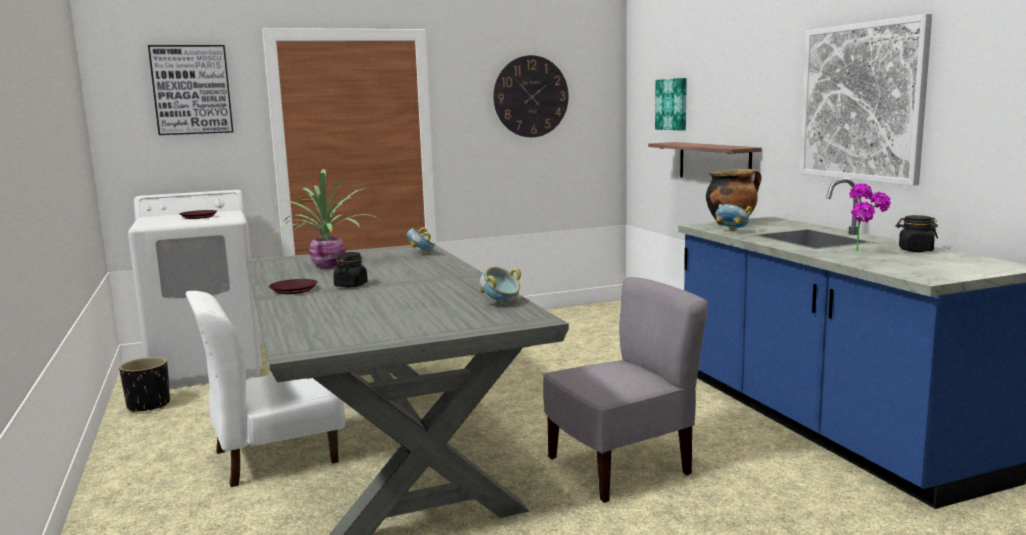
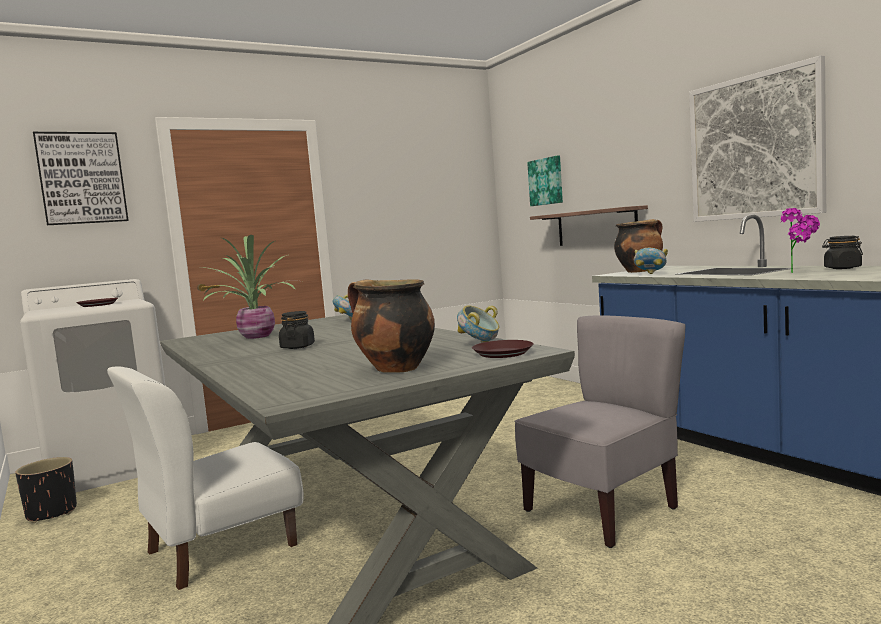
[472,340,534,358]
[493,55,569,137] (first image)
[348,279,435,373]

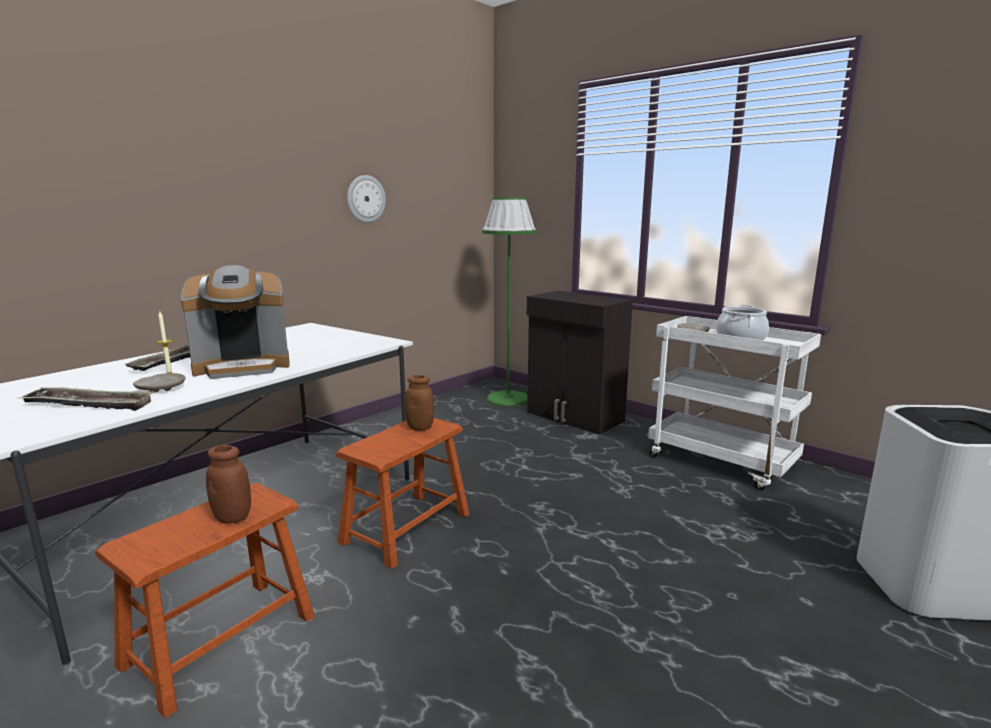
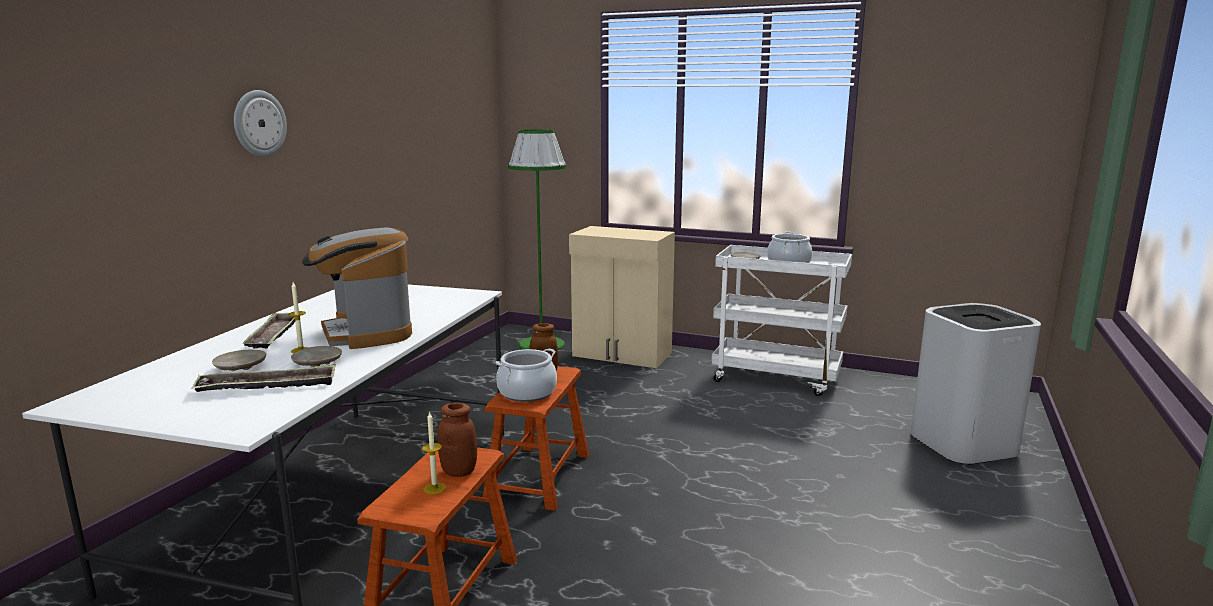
[302,227,412,349]
[234,90,287,157]
[569,226,675,368]
[212,350,266,371]
[422,411,446,494]
[495,349,557,402]

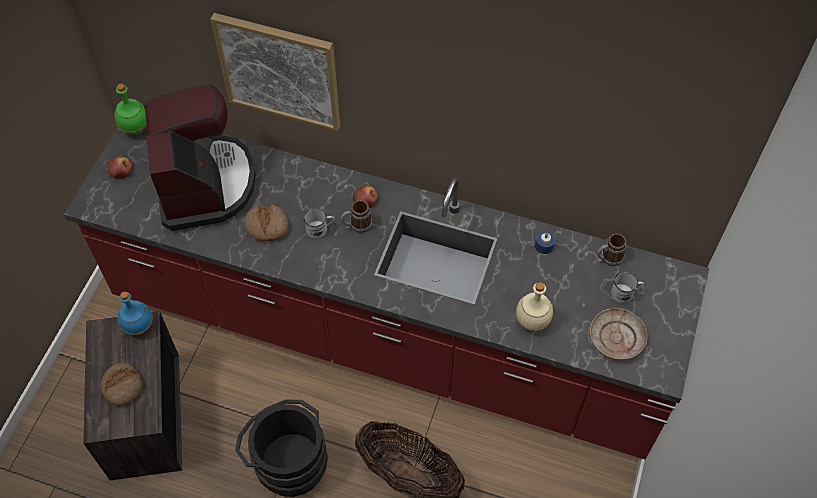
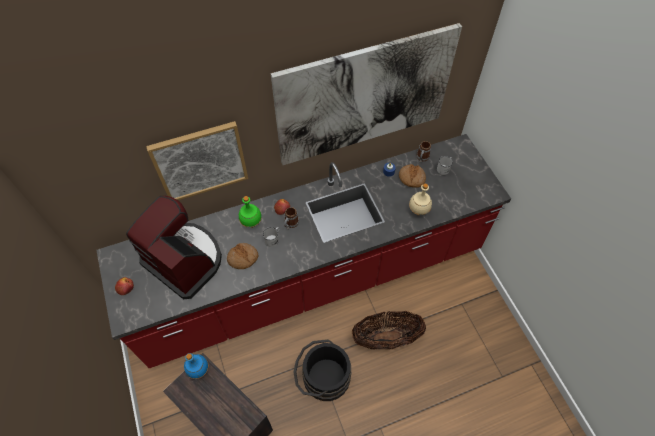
[399,164,426,188]
[239,196,262,228]
[590,308,648,360] (first image)
[271,23,462,165]

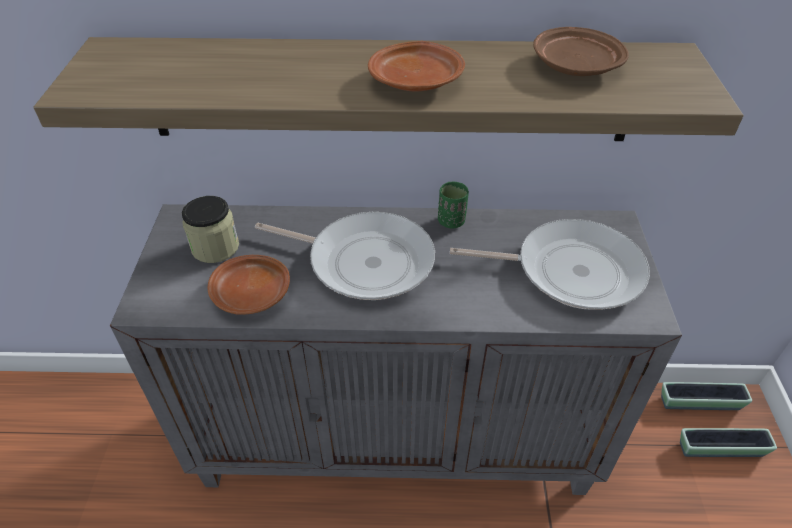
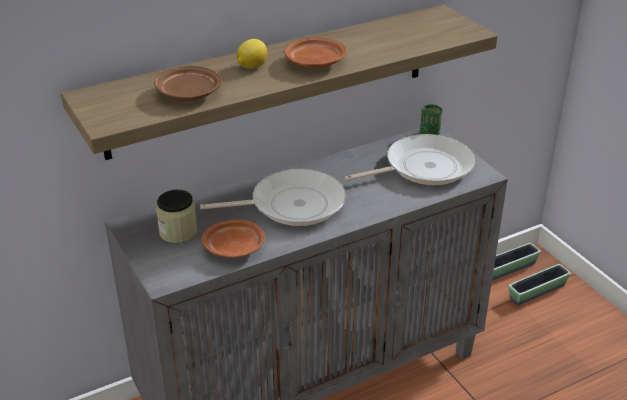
[420,104,442,135]
[154,66,222,101]
[237,39,267,69]

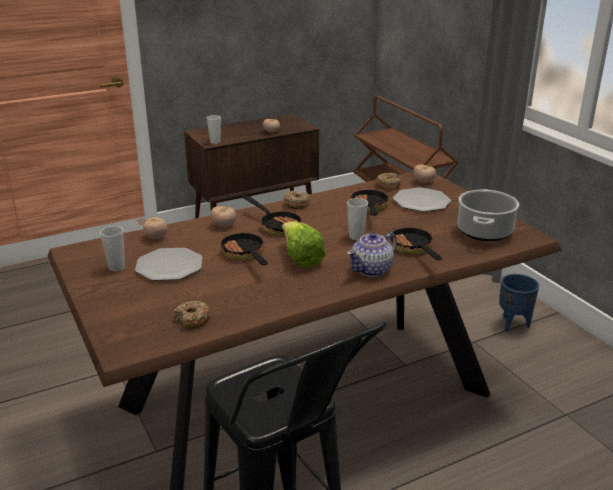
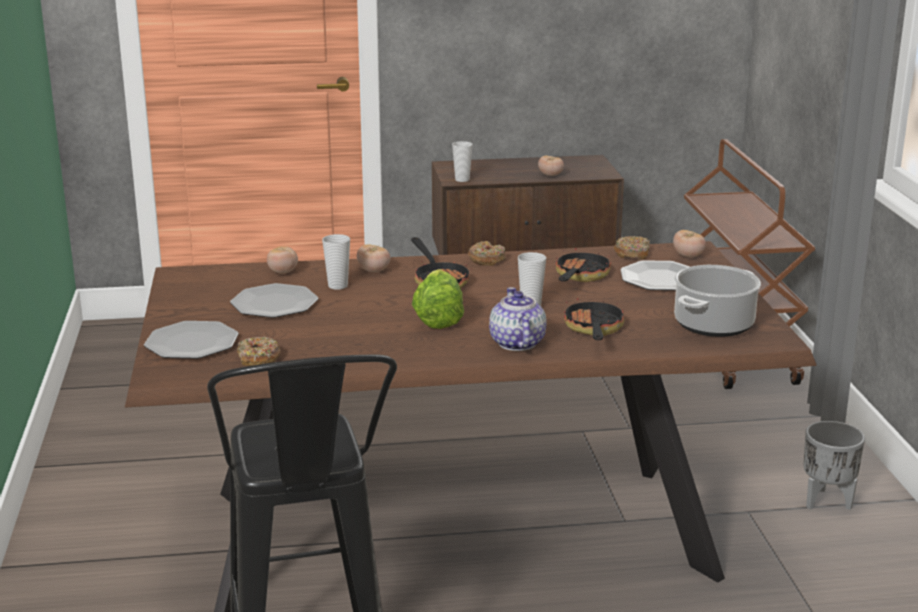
[322,234,350,290]
[219,232,268,265] (first image)
[489,287,546,351]
[804,421,865,510]
[144,321,239,359]

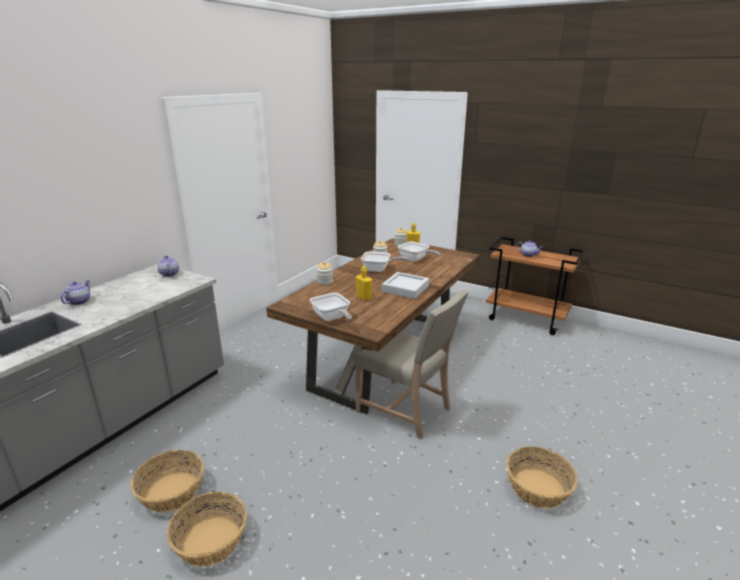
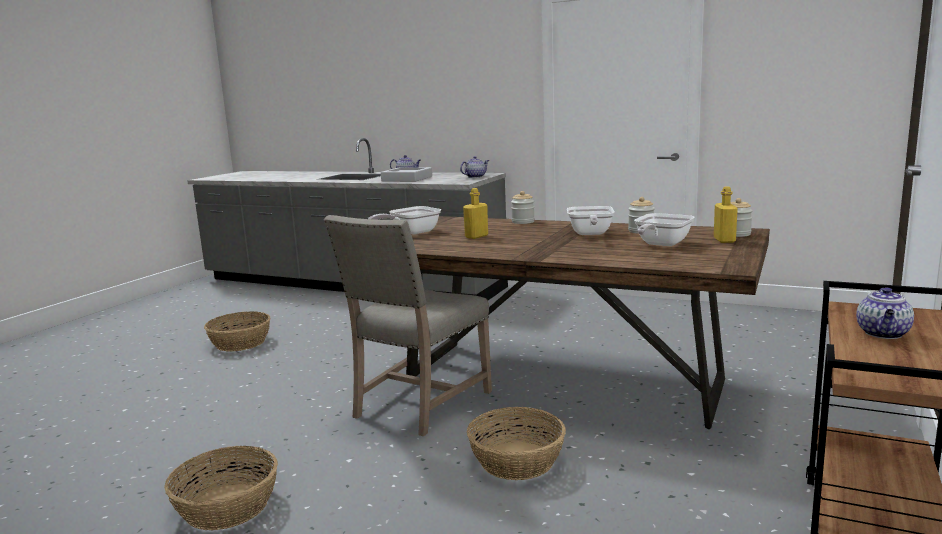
[467,407,566,480]
[381,167,432,182]

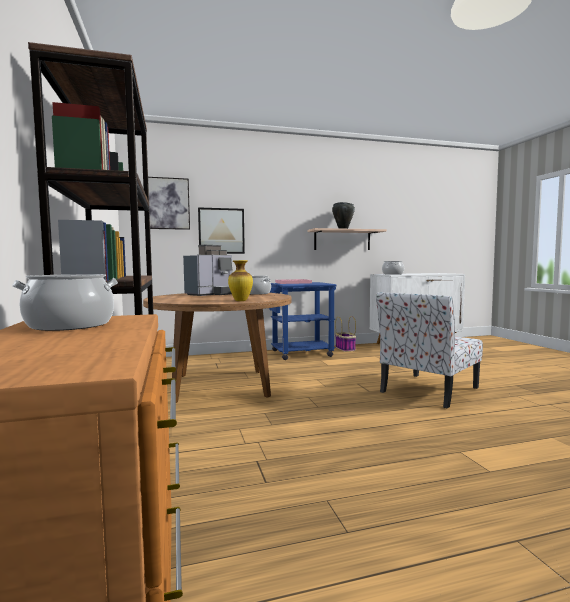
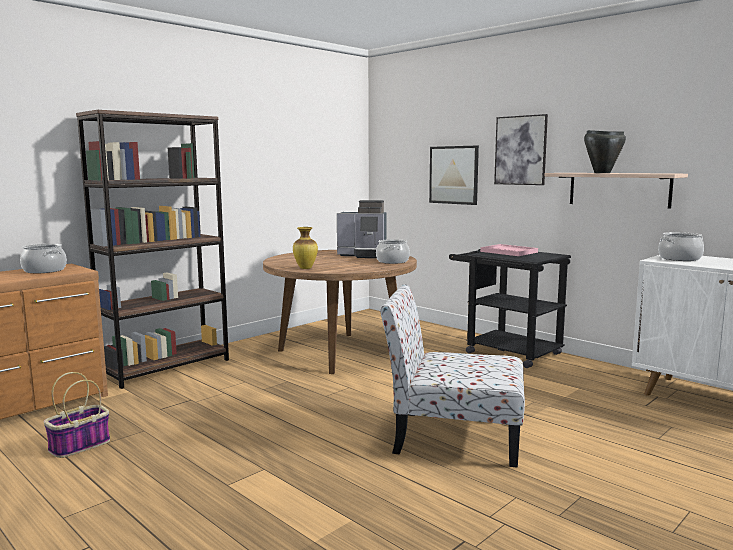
[494,114,548,185]
[449,249,571,368]
[44,372,110,458]

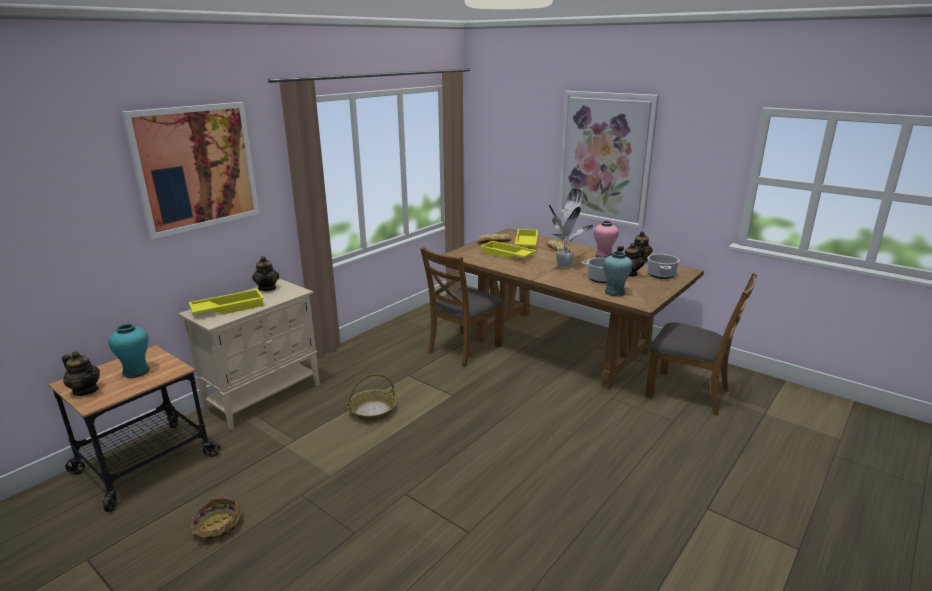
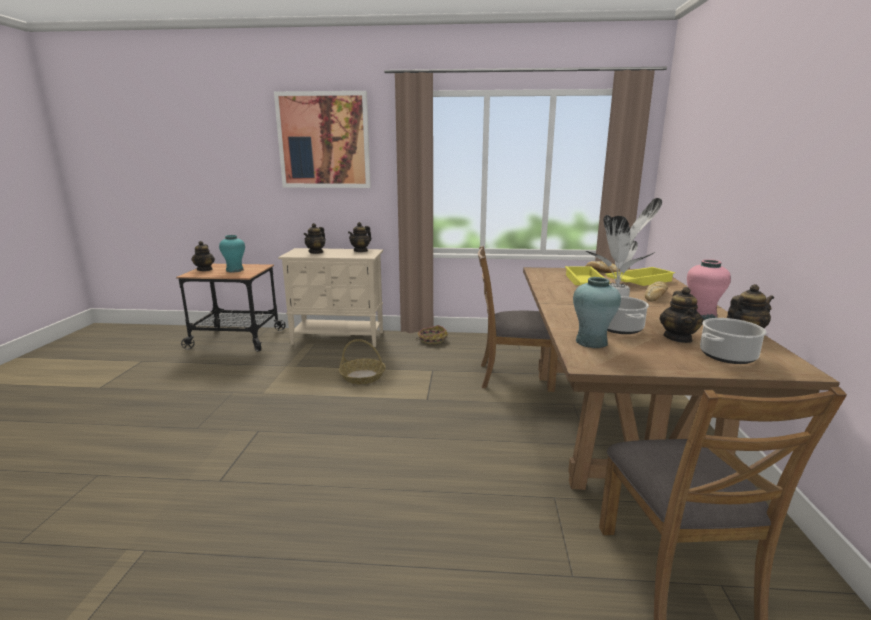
[304,223,326,254]
[415,325,448,344]
[558,91,659,229] (first image)

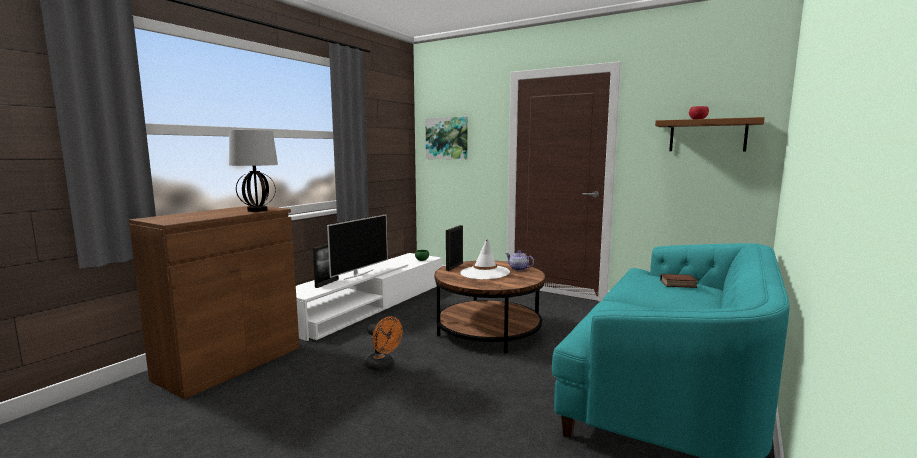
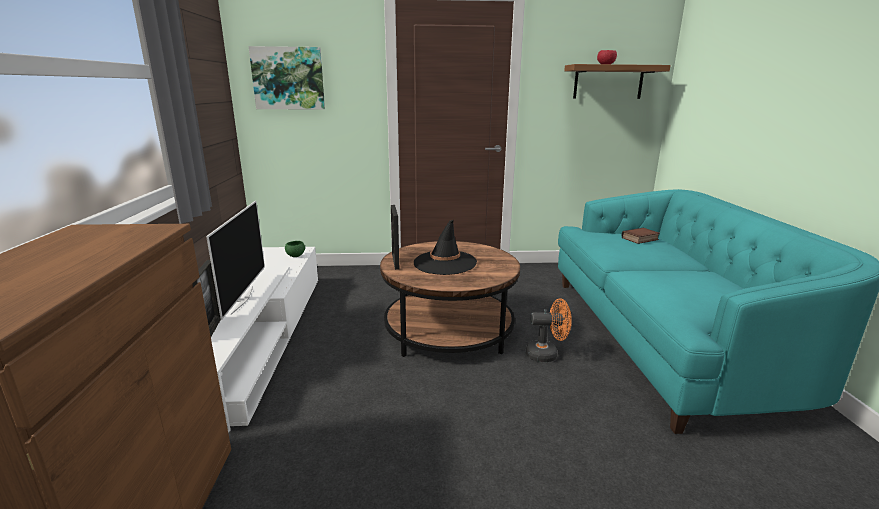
[229,130,278,212] (first image)
[526,298,572,362]
[414,220,477,275]
[505,250,534,271] (first image)

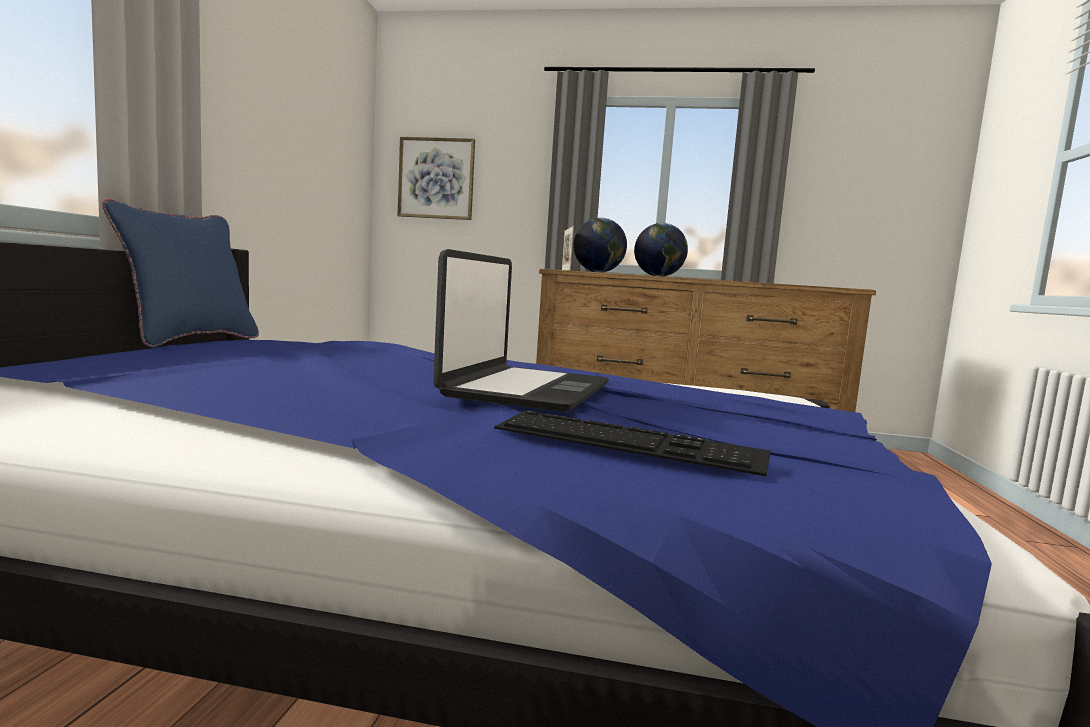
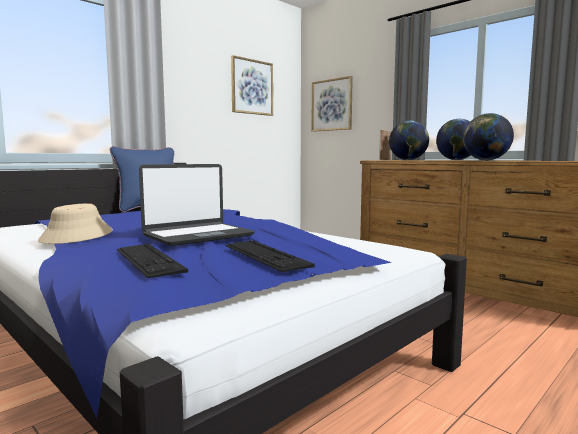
[38,204,113,244]
[225,240,315,272]
[231,55,273,116]
[463,113,514,161]

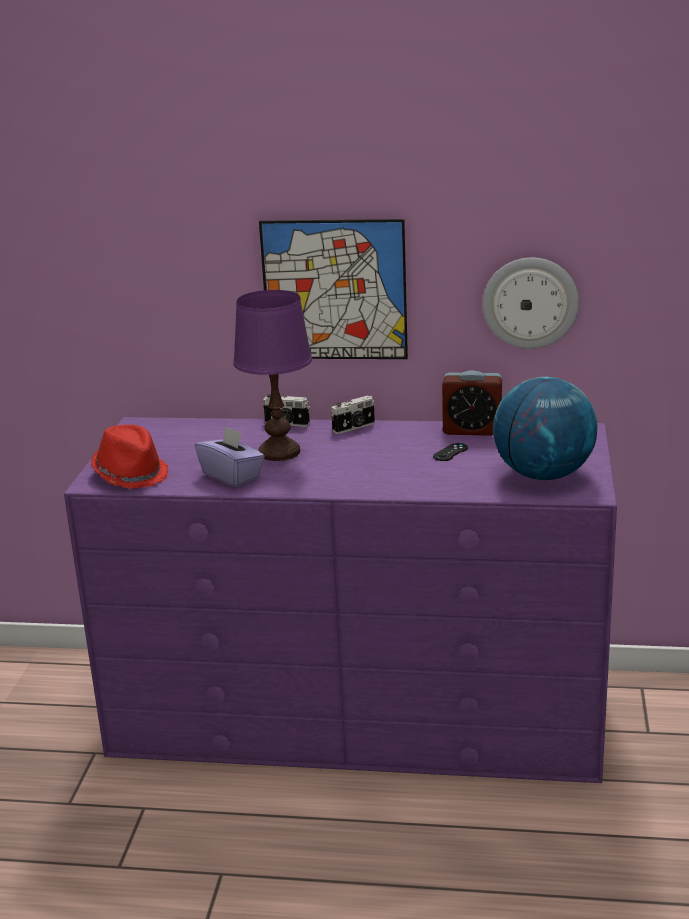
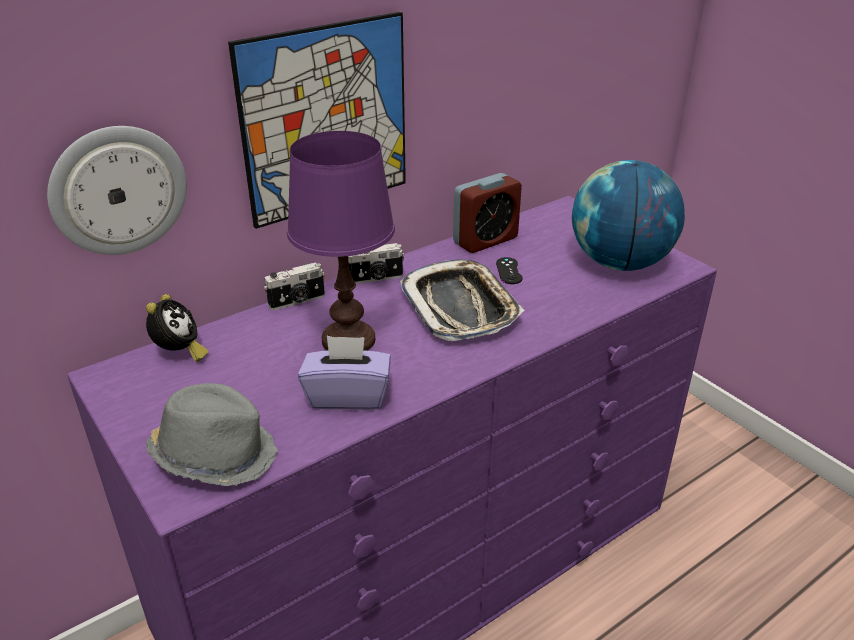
[146,383,278,486]
[348,243,404,284]
[47,126,187,255]
[146,294,208,362]
[400,259,524,341]

